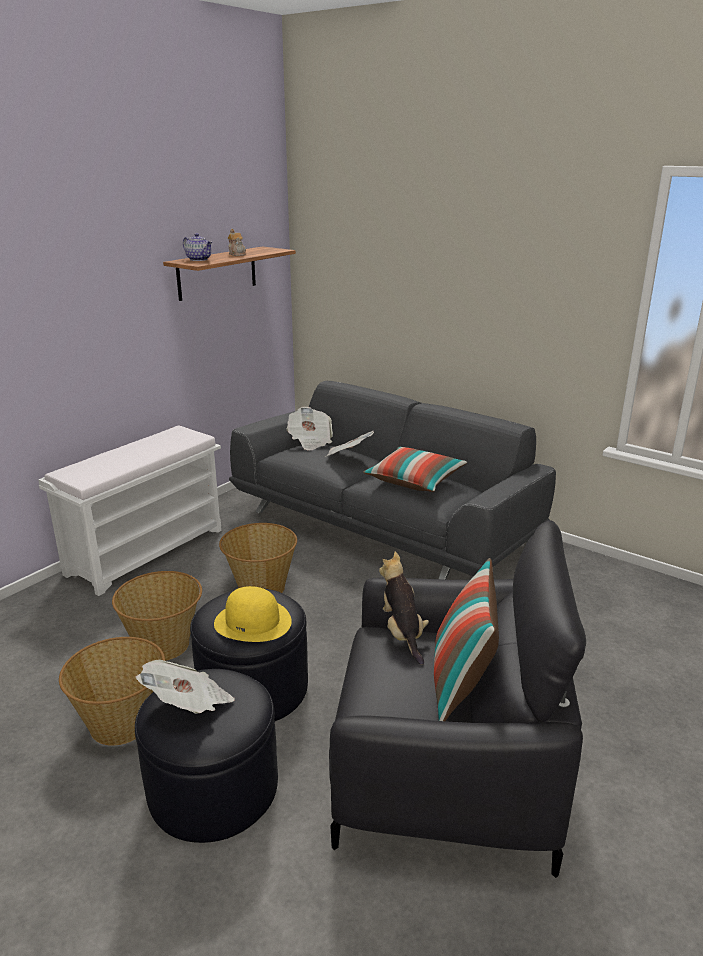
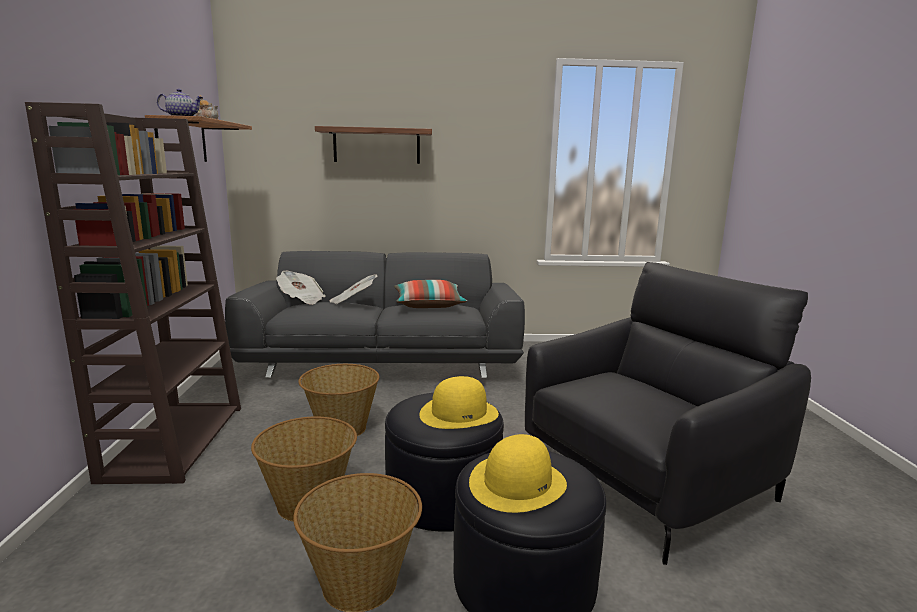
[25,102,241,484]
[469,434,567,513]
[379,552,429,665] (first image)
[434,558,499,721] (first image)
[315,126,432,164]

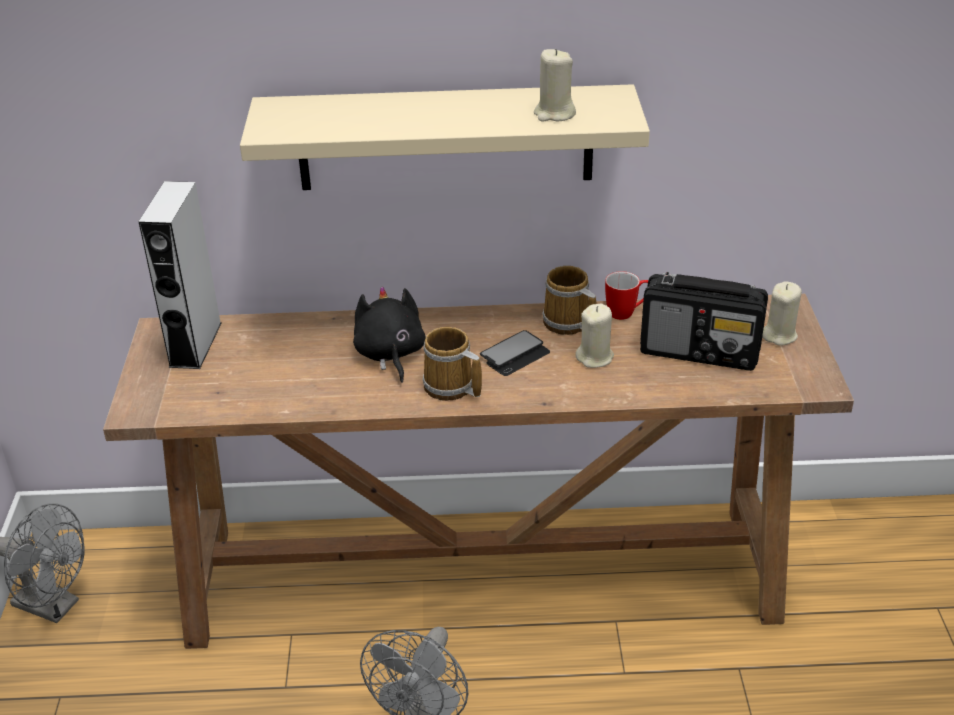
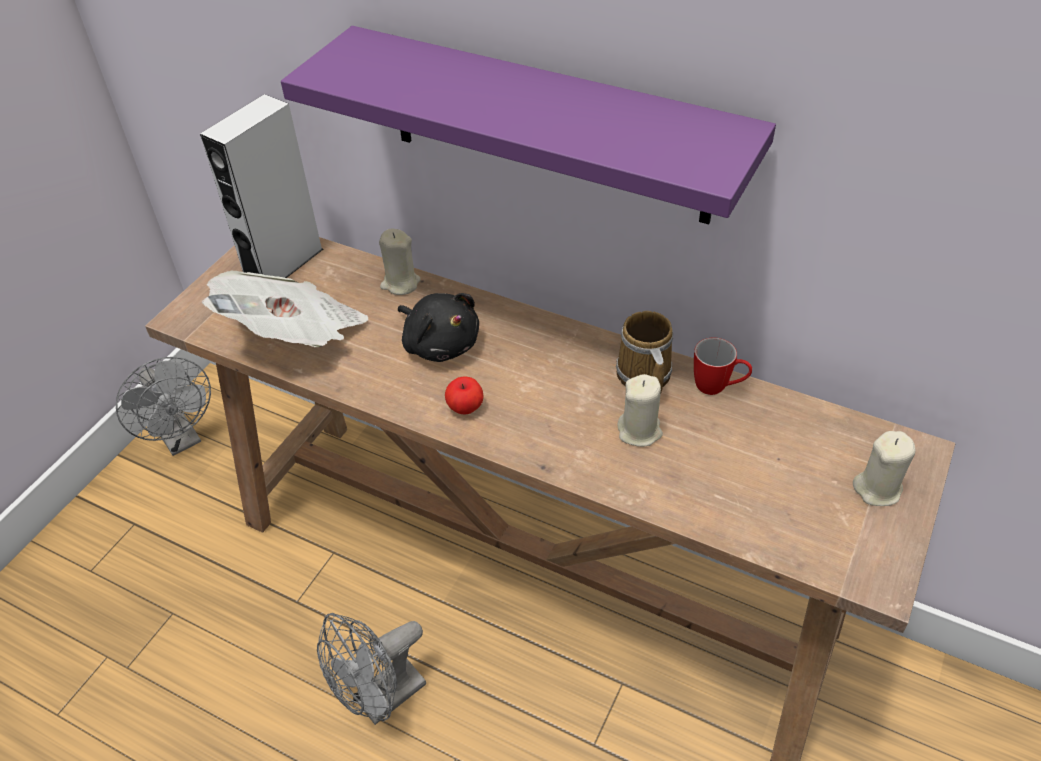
[281,26,776,225]
[398,293,479,362]
[445,377,484,414]
[480,330,550,376] (first image)
[379,228,421,295]
[640,272,768,371] (first image)
[202,271,369,347]

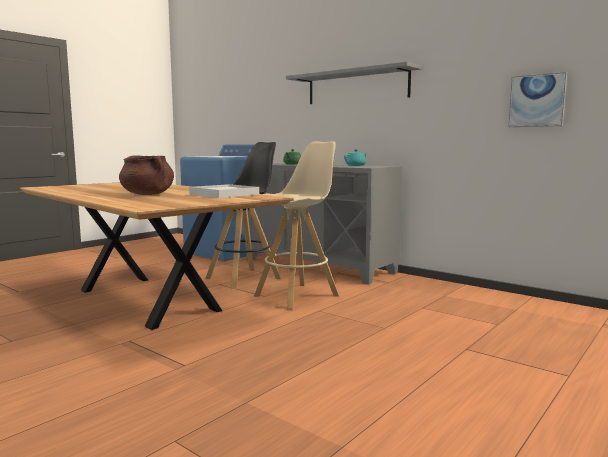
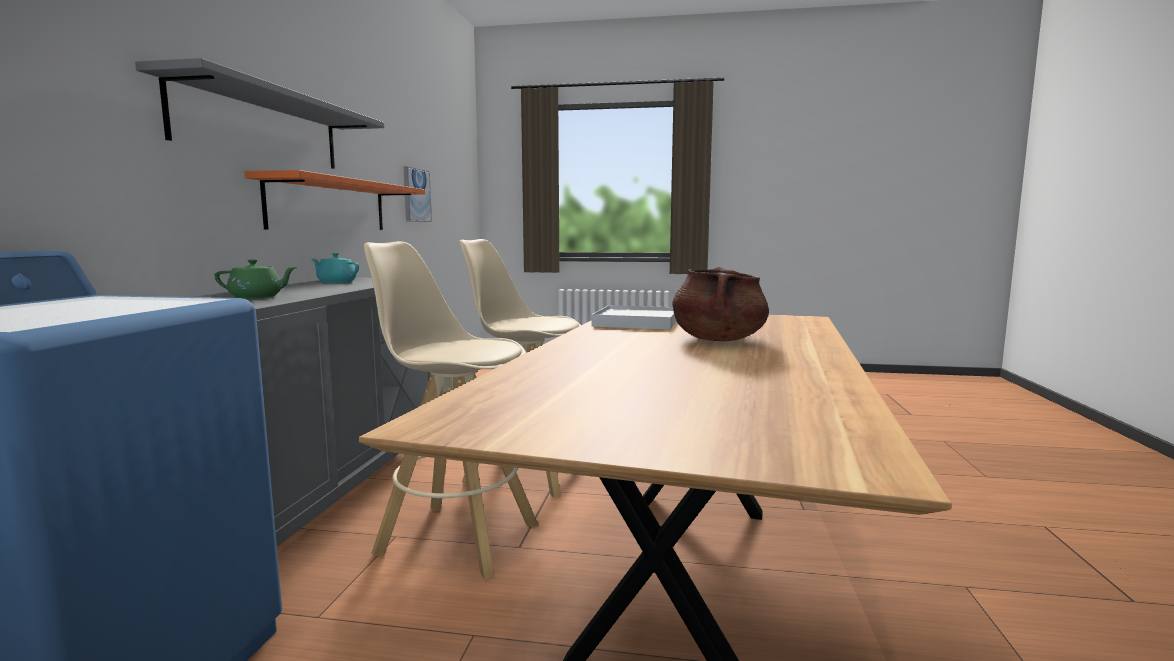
[364,241,539,579]
[245,170,425,230]

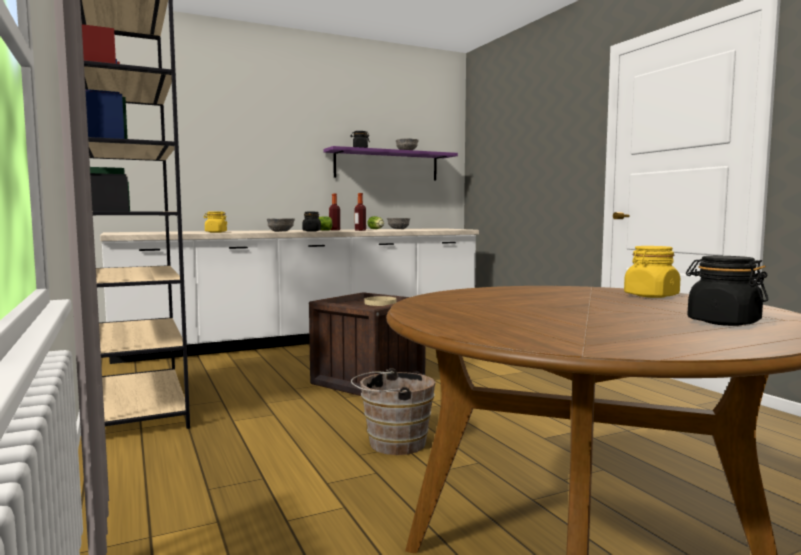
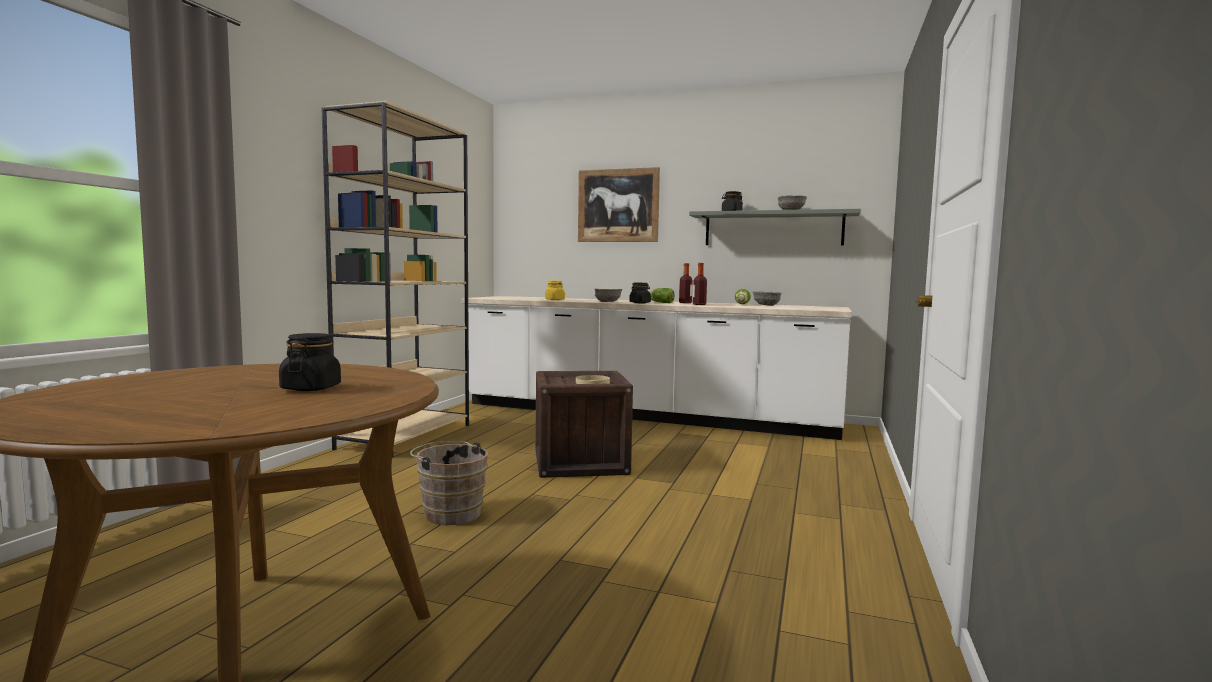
[689,209,861,245]
[624,246,680,298] (first image)
[279,333,341,391]
[578,167,660,242]

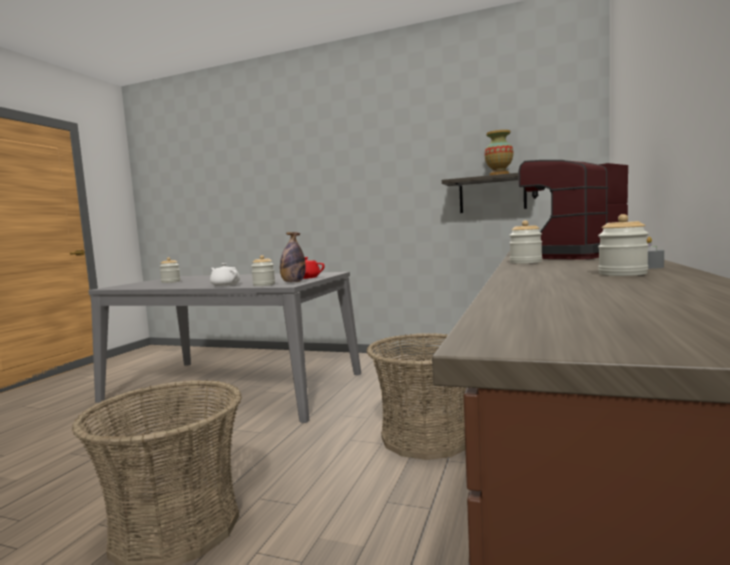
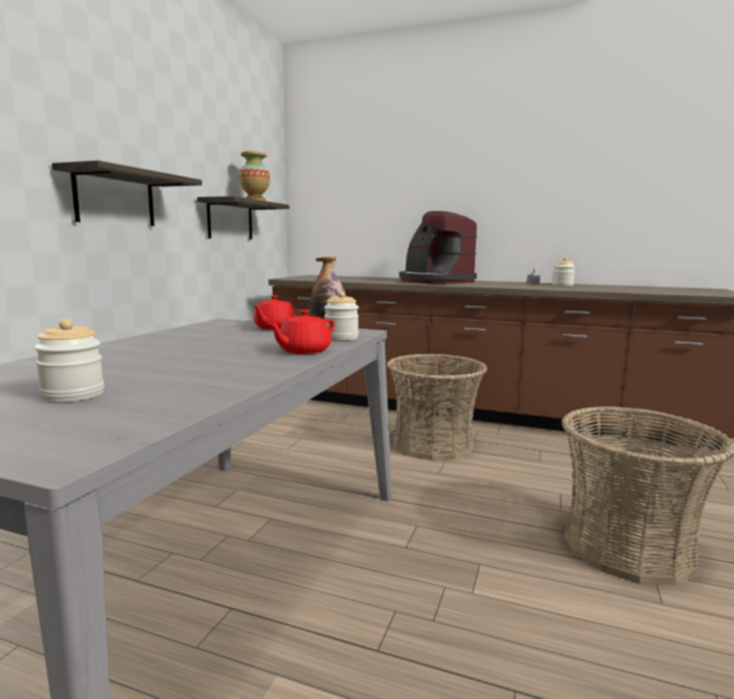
[267,310,334,354]
[509,220,542,264] (first image)
[52,160,202,226]

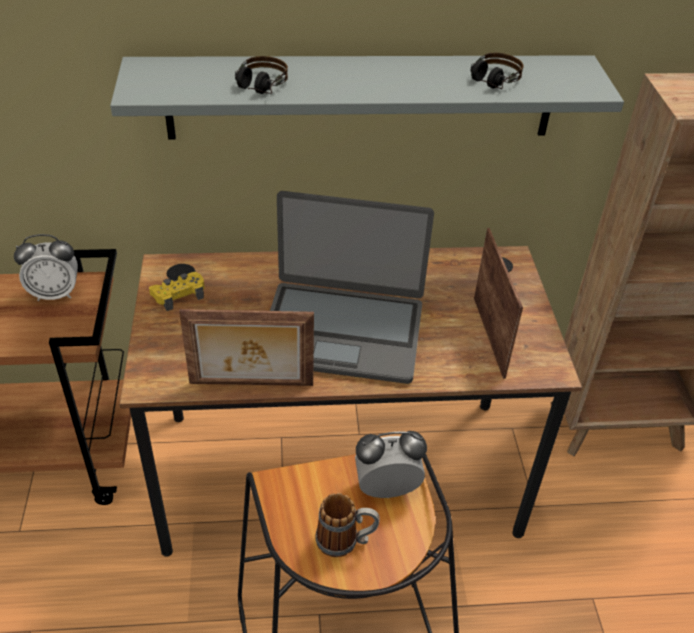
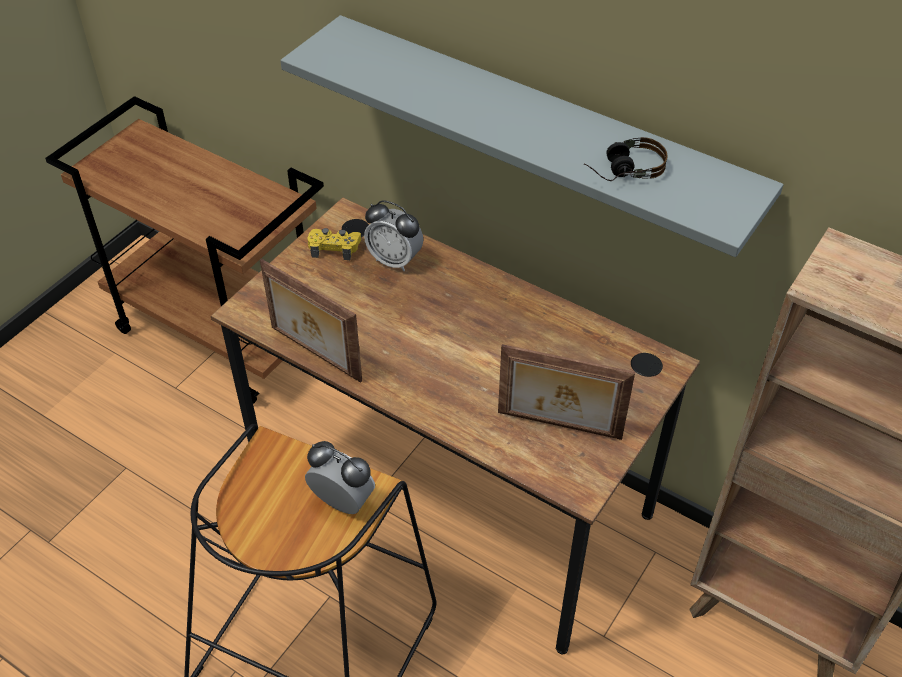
[364,200,423,271]
[235,56,288,94] (first image)
[270,191,434,384] (first image)
[316,493,380,557] (first image)
[498,344,635,440]

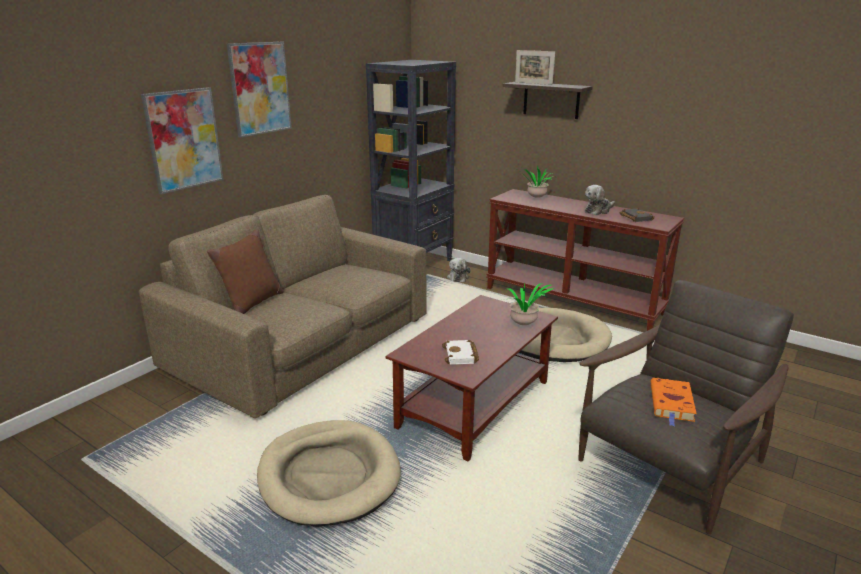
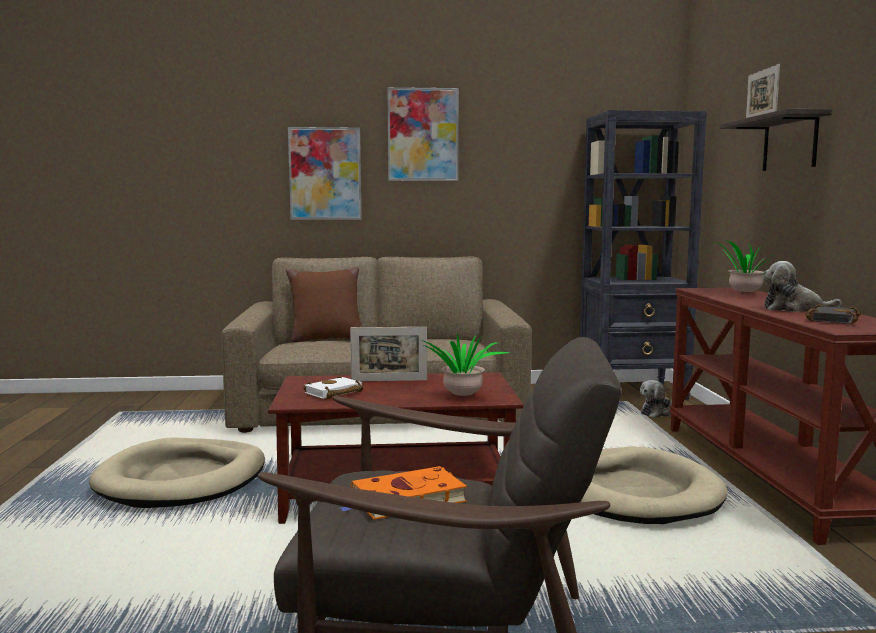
[350,327,427,381]

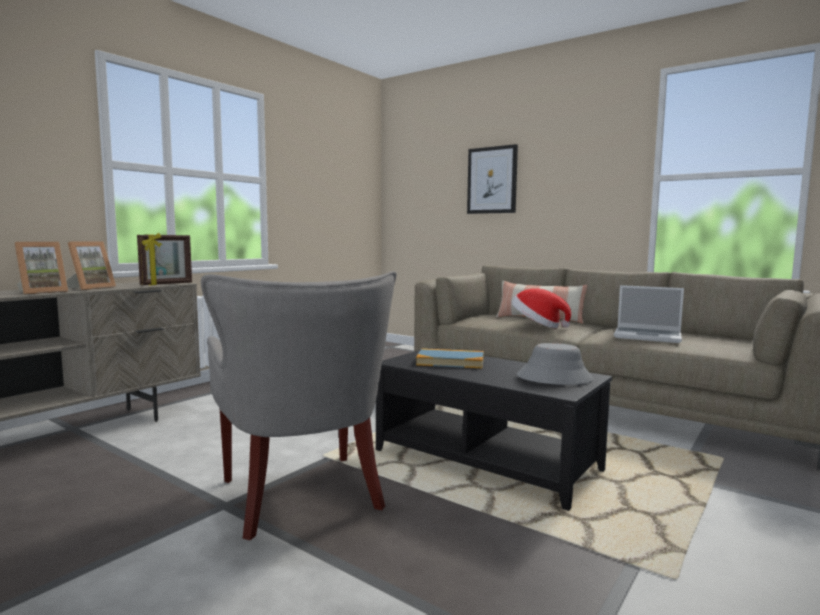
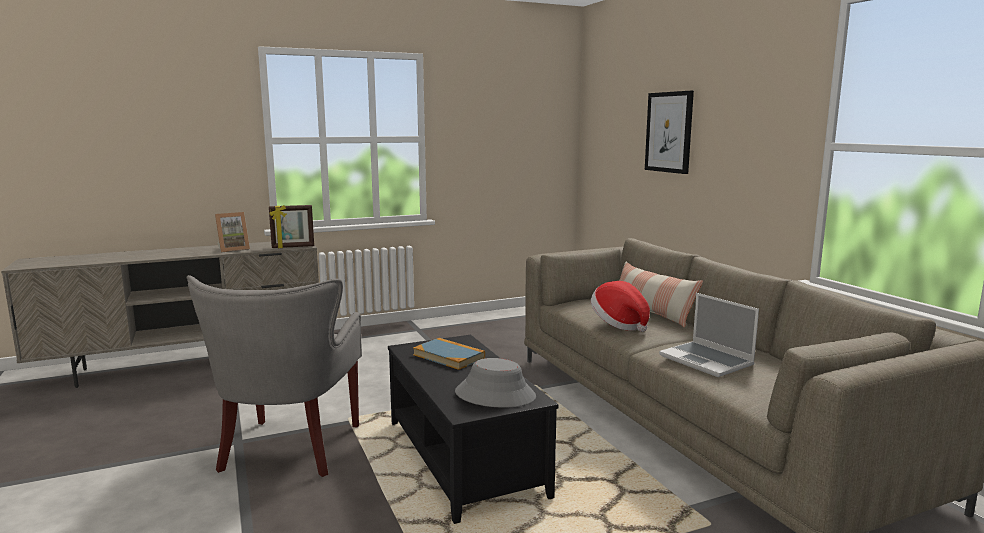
[15,242,68,295] (first image)

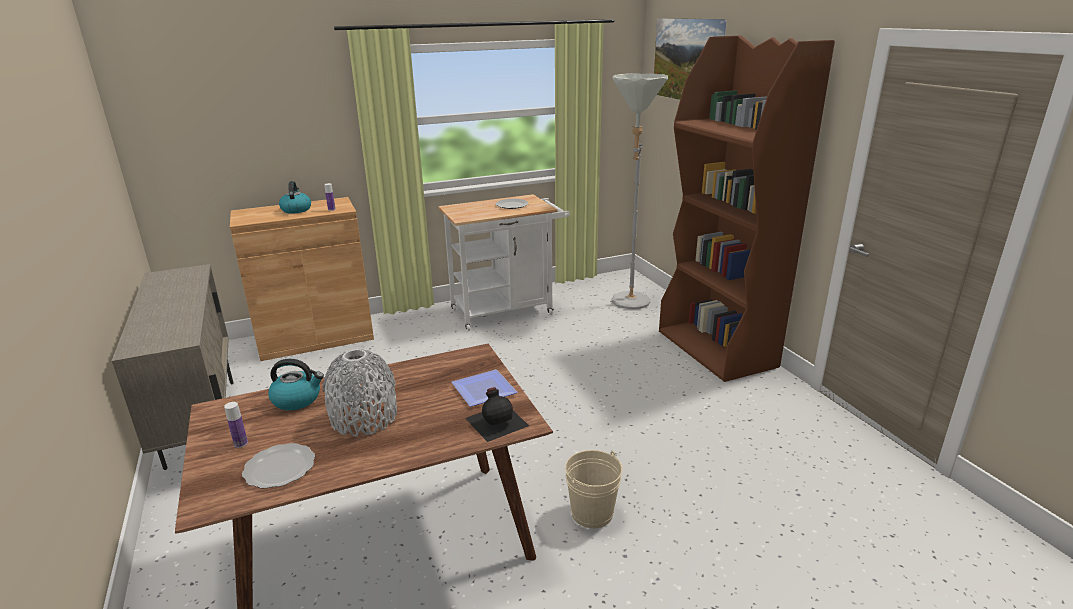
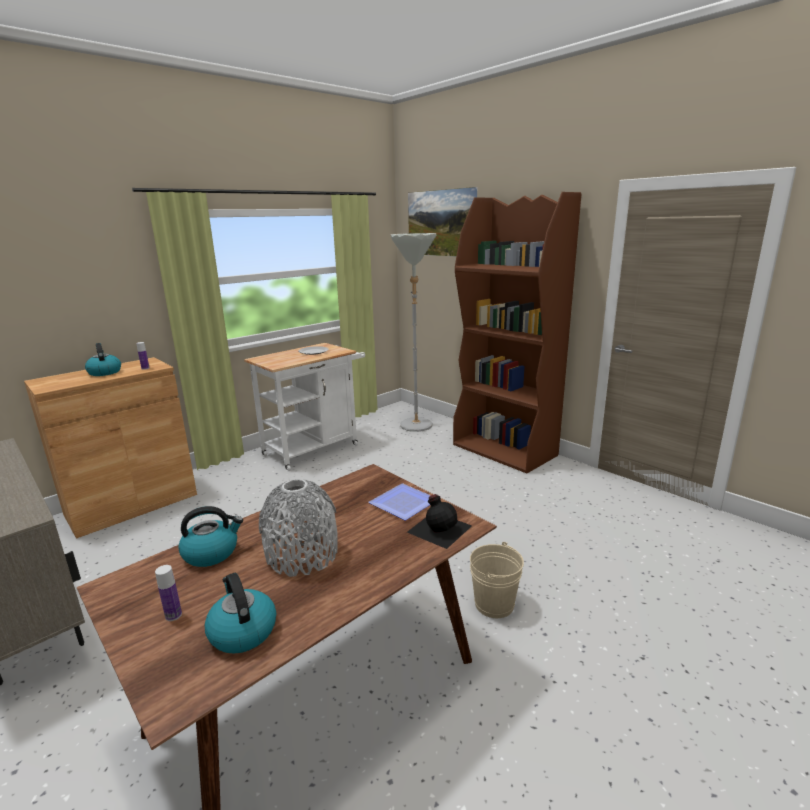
[205,573,276,654]

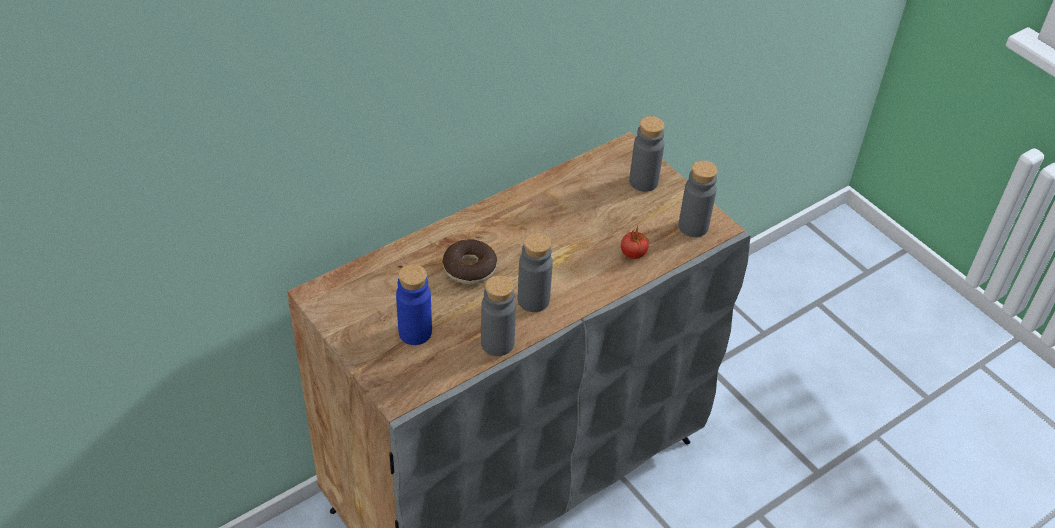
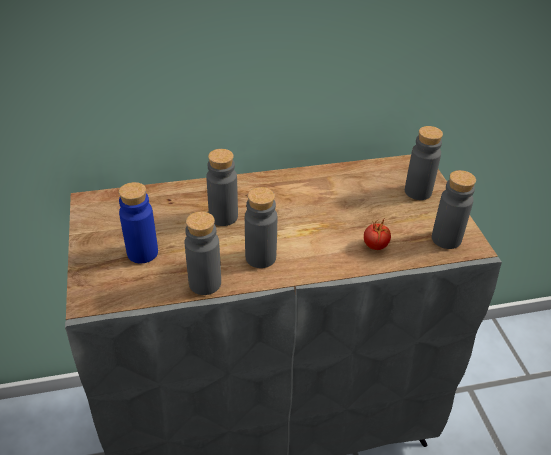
[206,149,238,226]

